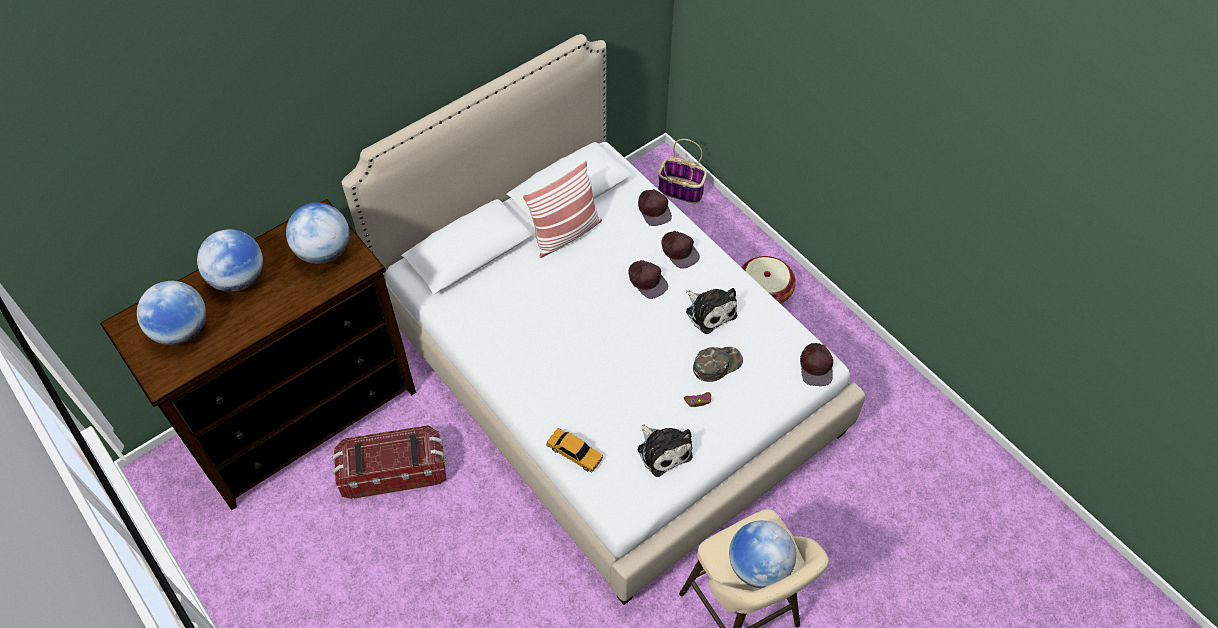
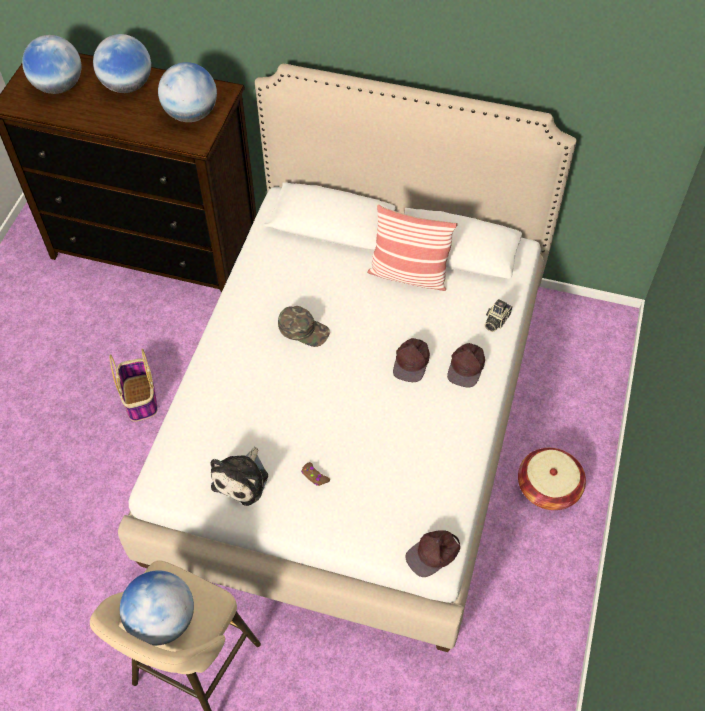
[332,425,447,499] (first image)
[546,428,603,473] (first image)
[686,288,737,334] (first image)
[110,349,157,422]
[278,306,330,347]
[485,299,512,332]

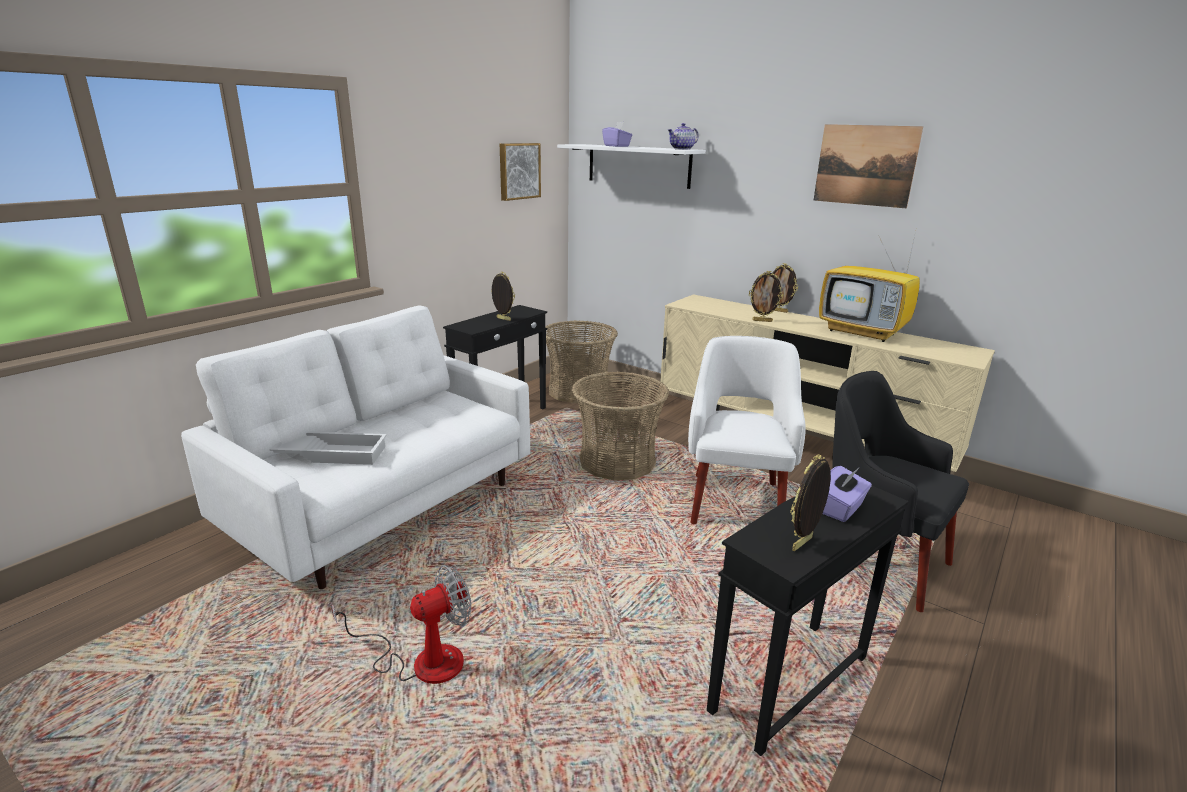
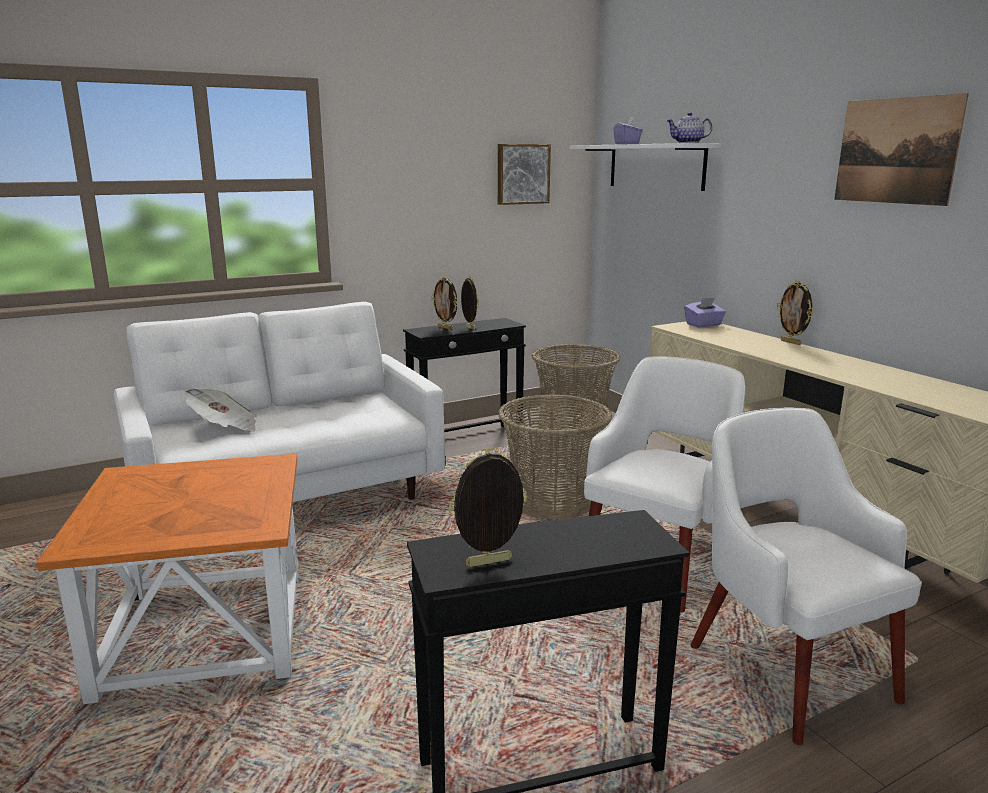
[819,231,920,342] (first image)
[431,276,458,330]
[684,298,726,327]
[185,388,257,432]
[37,454,299,704]
[690,407,922,745]

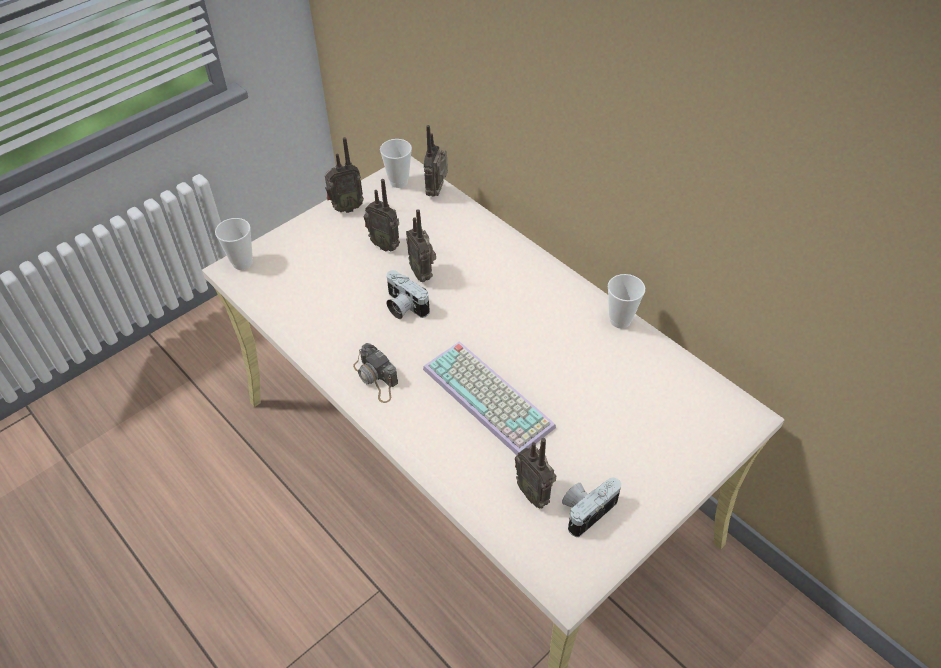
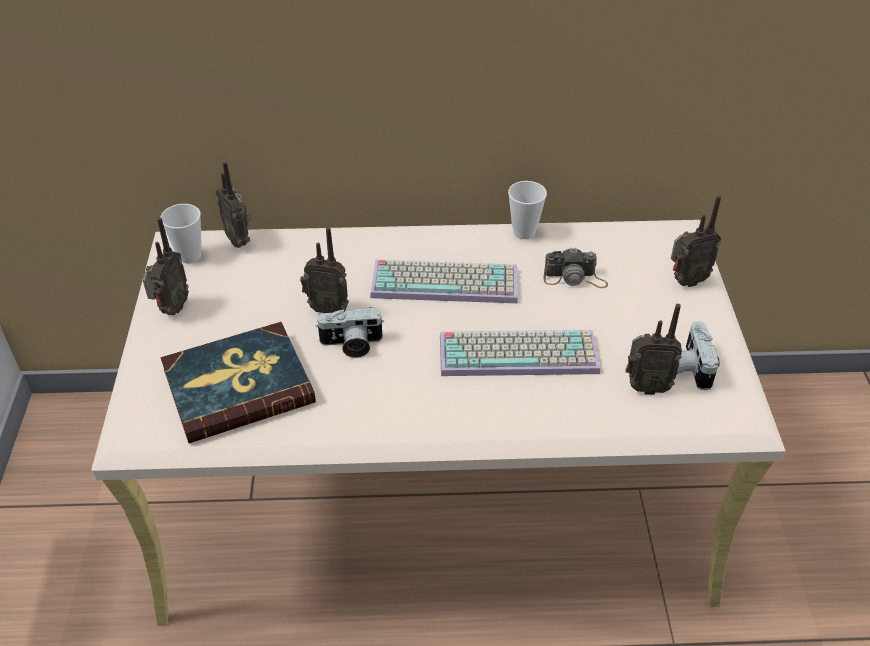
[215,218,253,270] (first image)
[161,322,316,443]
[370,260,518,303]
[544,247,608,288]
[671,195,721,287]

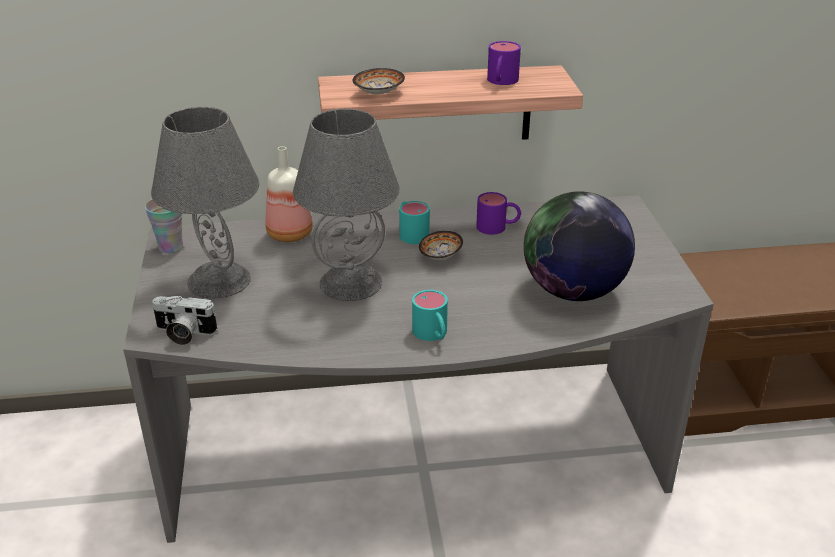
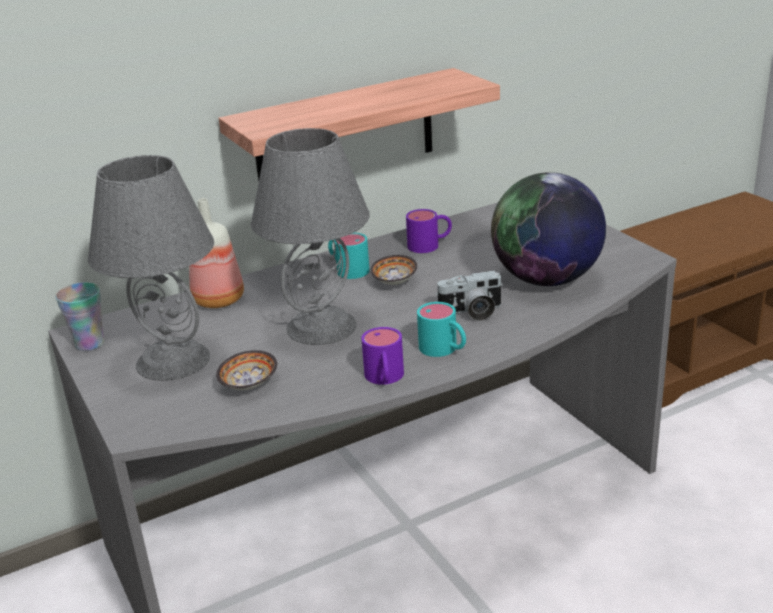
[435,271,503,321]
[216,350,277,390]
[361,327,404,385]

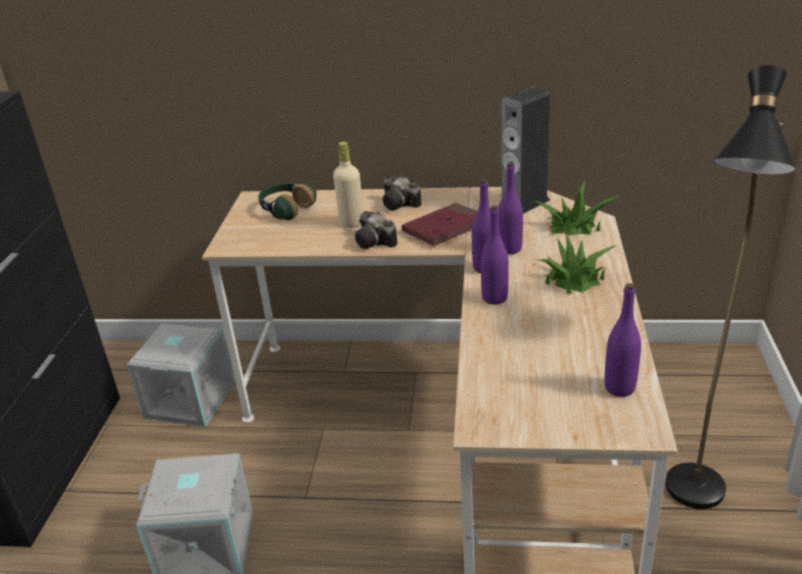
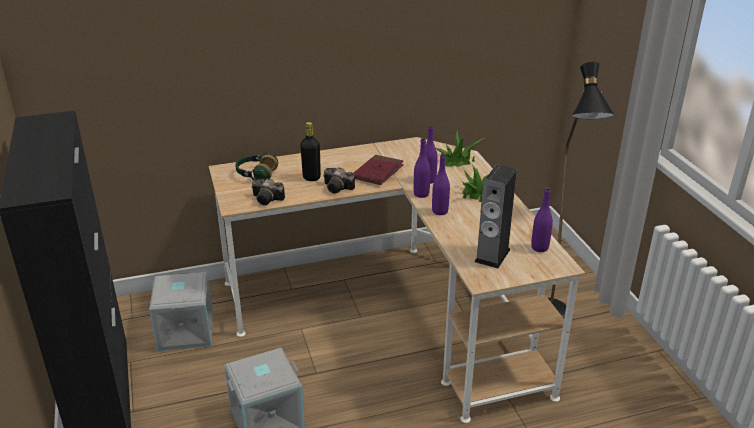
[252,178,285,205]
[474,165,517,269]
[300,122,321,181]

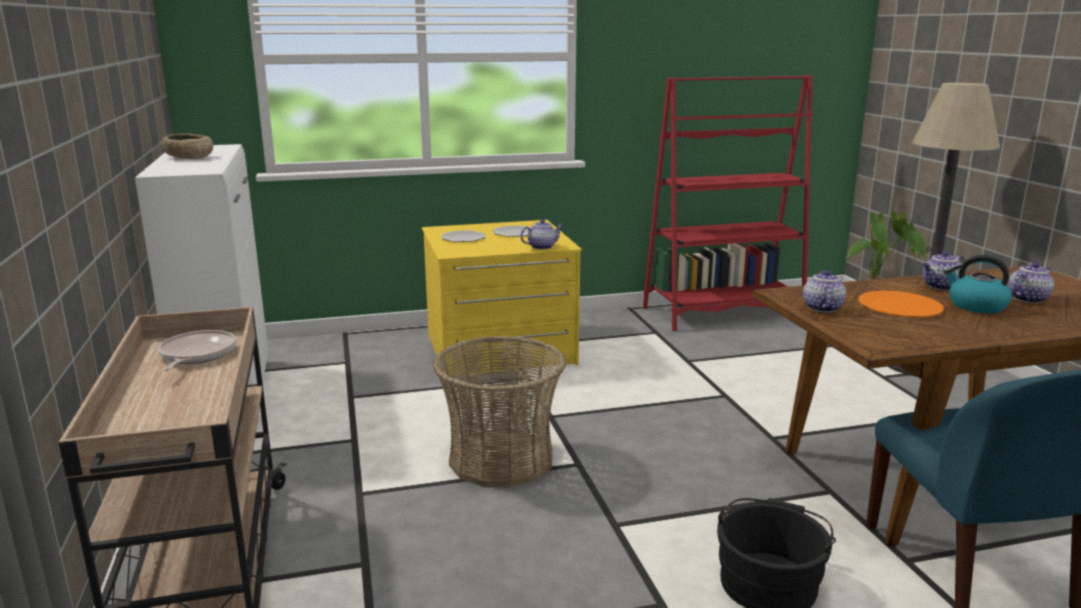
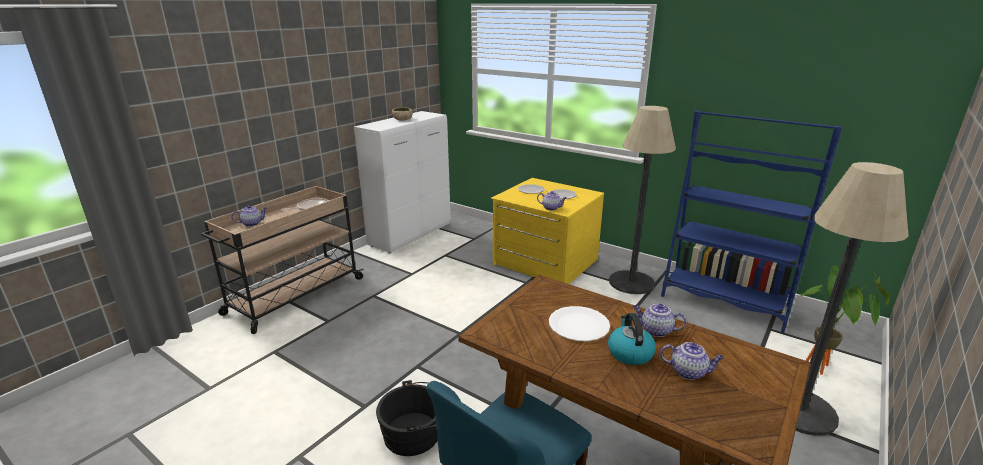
[433,335,566,487] (first image)
[609,106,676,294]
[231,205,267,227]
[661,110,842,334]
[549,306,610,341]

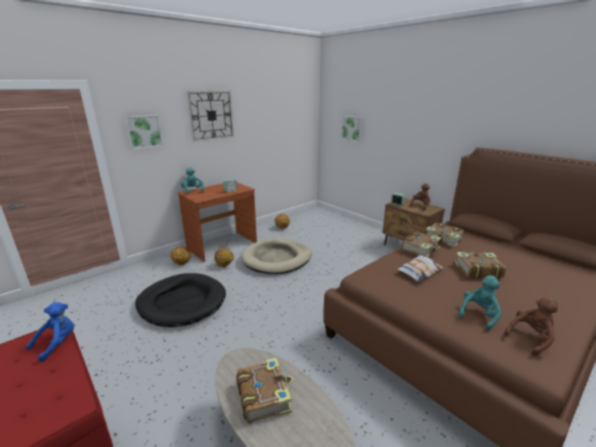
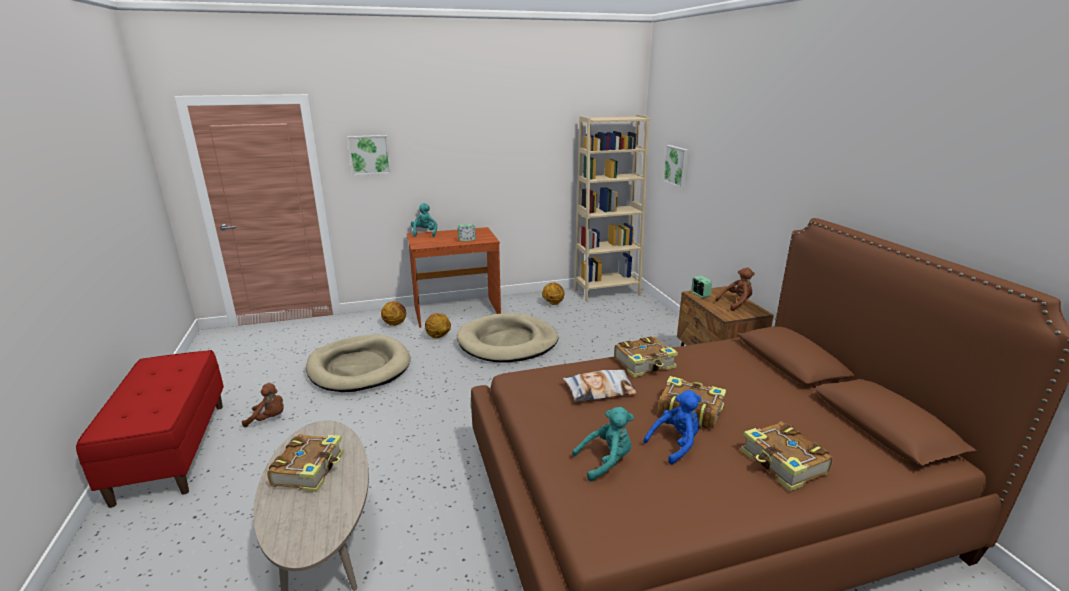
[186,91,234,142] (first image)
[574,115,650,302]
[643,390,702,465]
[741,421,833,491]
[242,383,284,427]
[306,334,411,392]

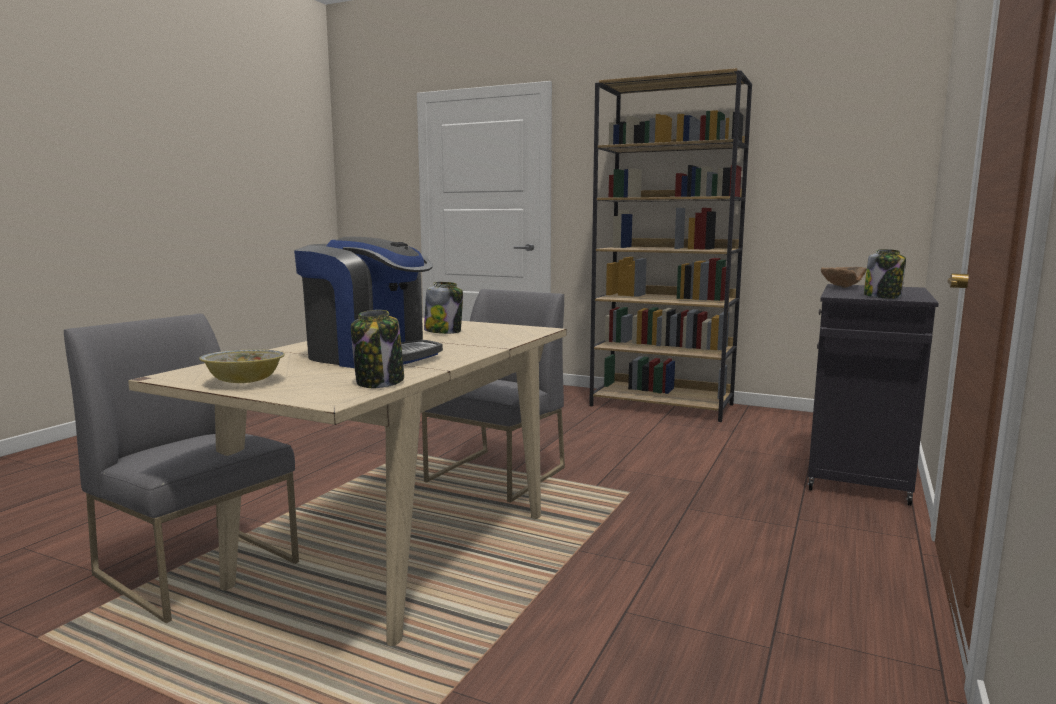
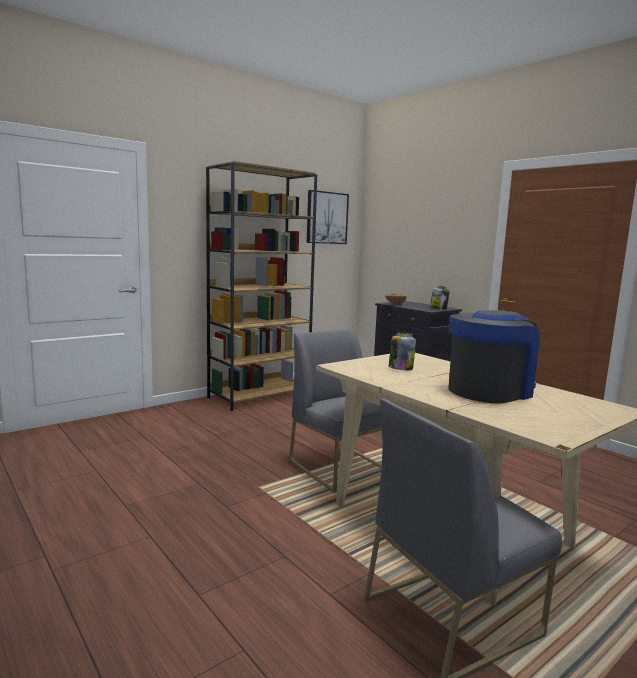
[199,349,285,383] (first image)
[351,310,404,388] (first image)
[307,190,349,244]

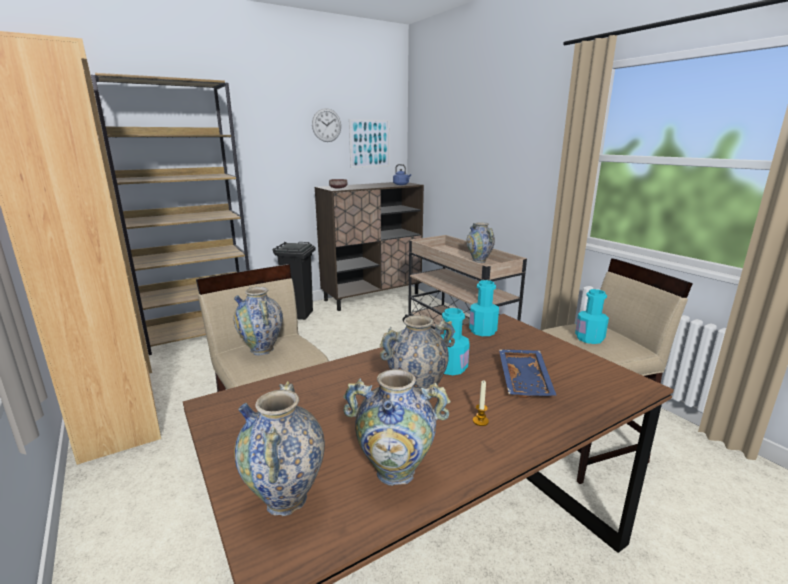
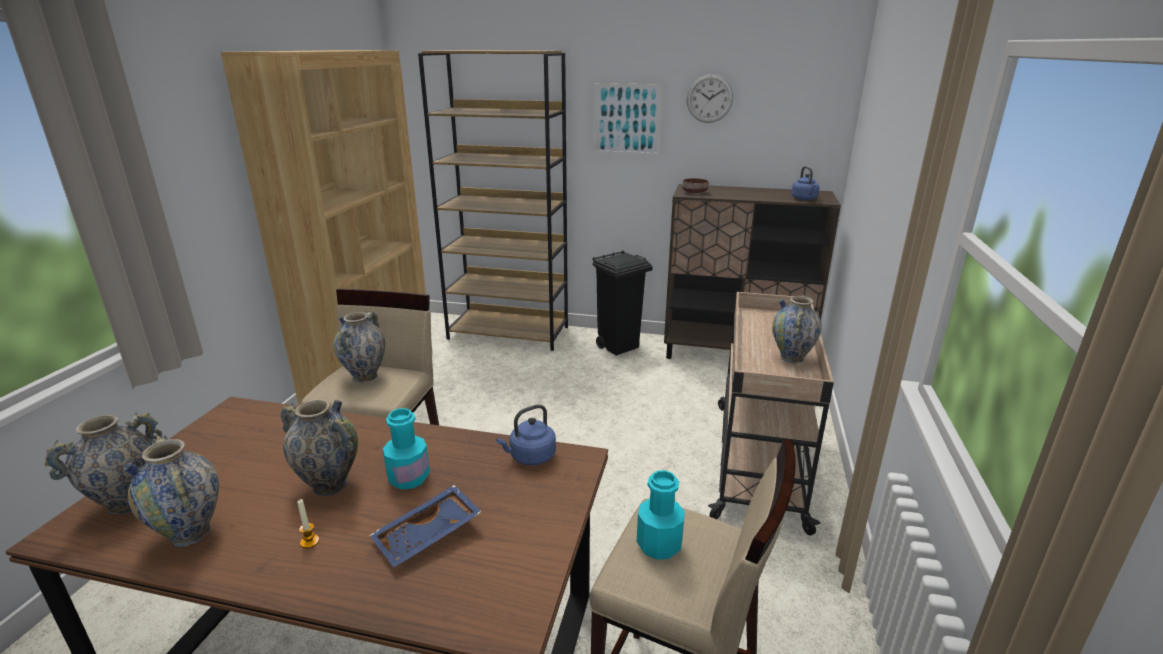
[594,83,662,155]
[496,404,556,465]

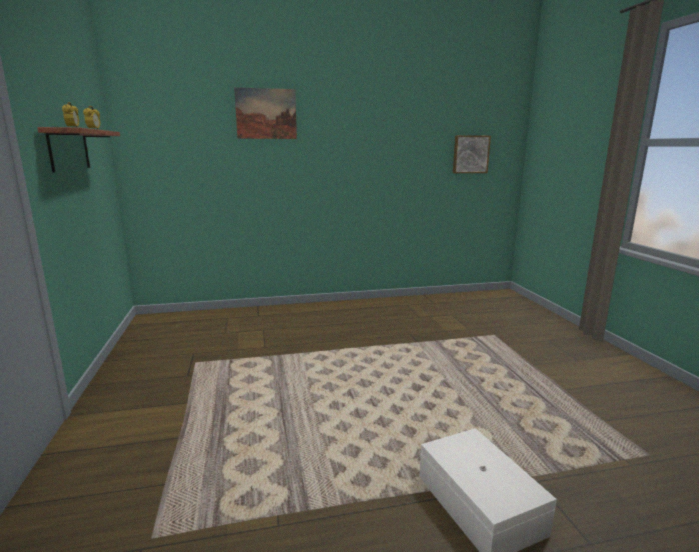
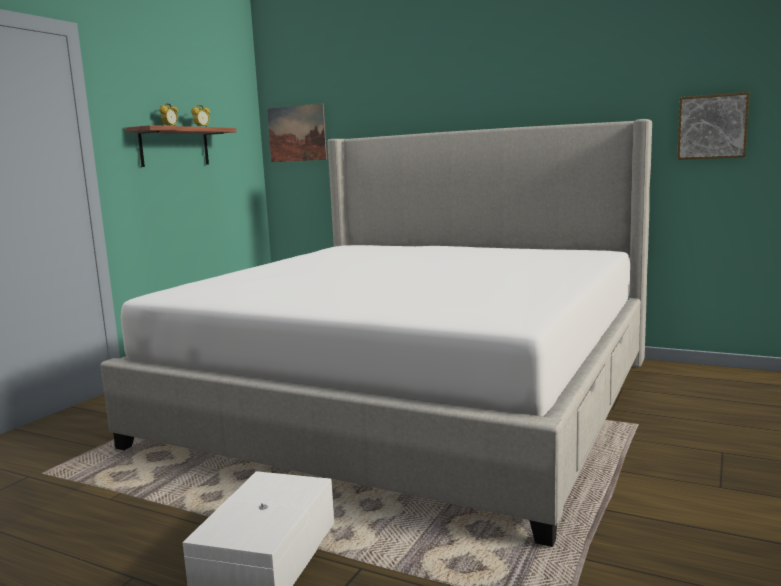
[100,119,652,547]
[267,103,327,162]

